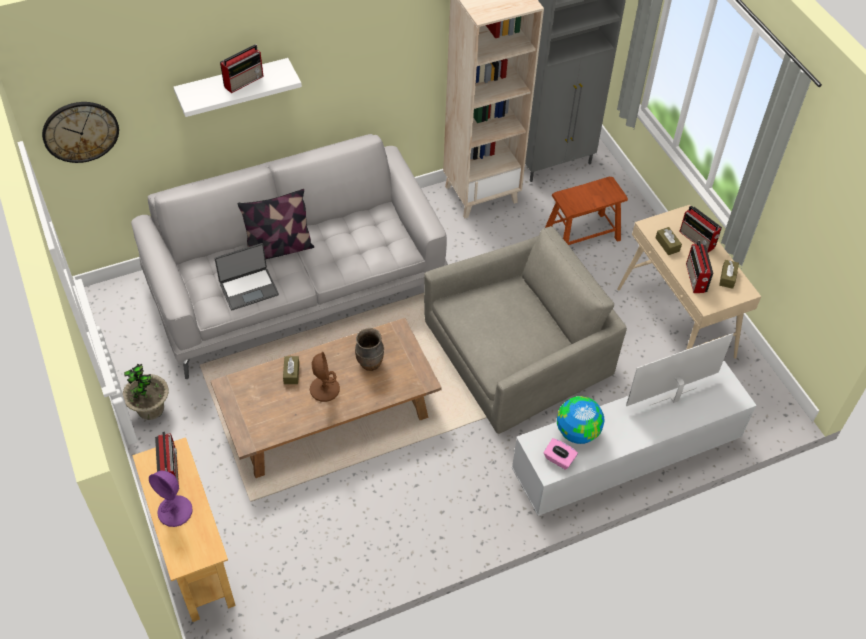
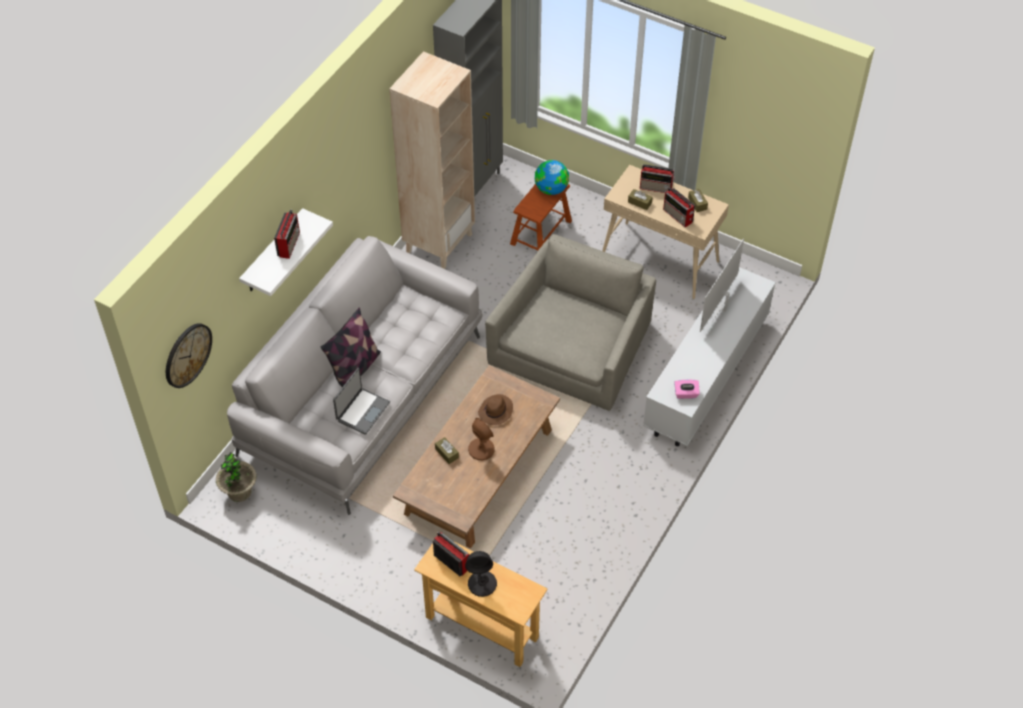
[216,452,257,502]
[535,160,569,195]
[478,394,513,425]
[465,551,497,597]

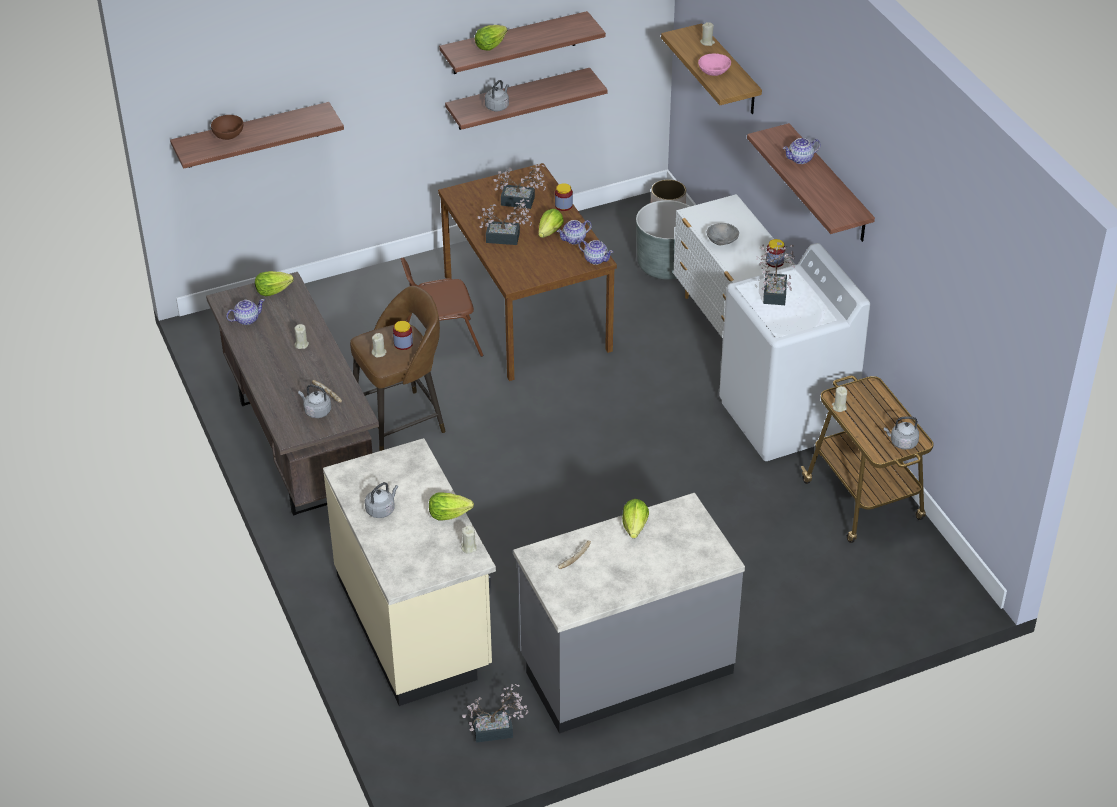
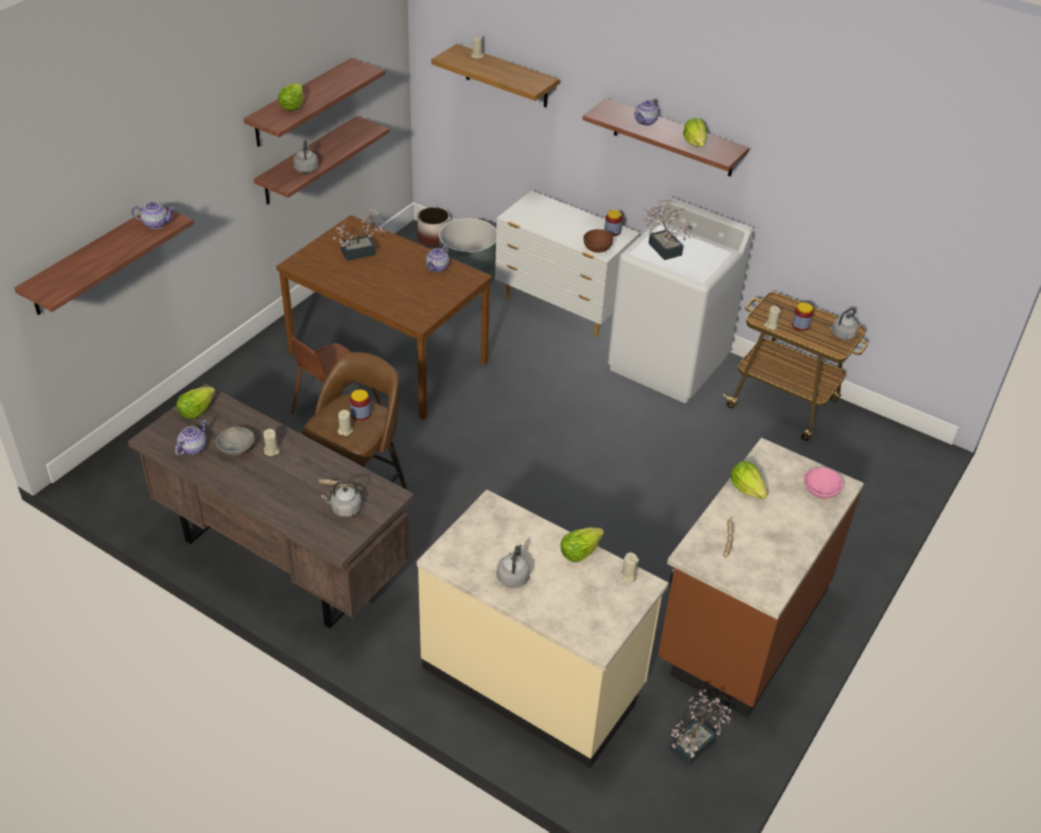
[478,198,532,245] (first image)
[583,229,613,253]
[683,118,707,147]
[792,302,814,331]
[132,202,175,229]
[804,467,844,499]
[216,427,255,456]
[658,438,864,717]

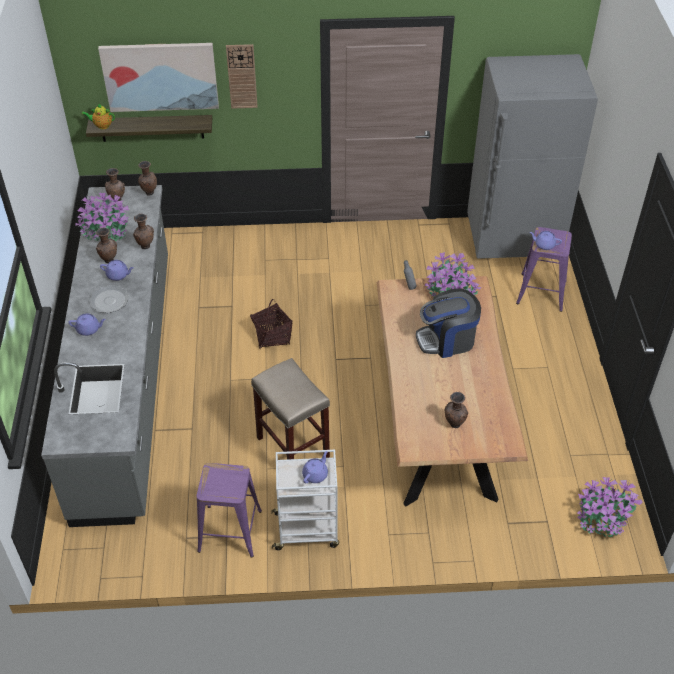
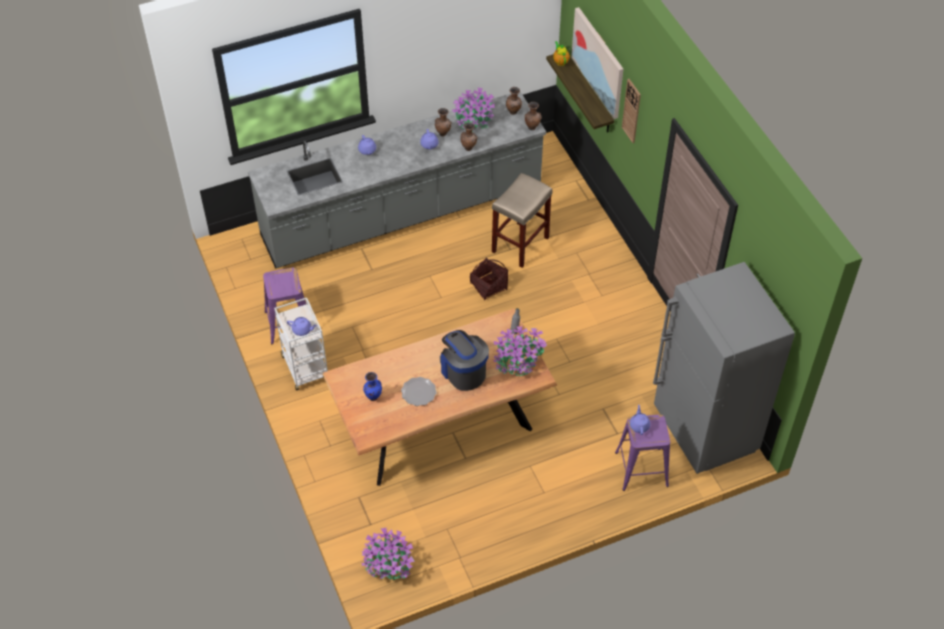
[401,377,437,406]
[492,173,552,268]
[363,372,382,401]

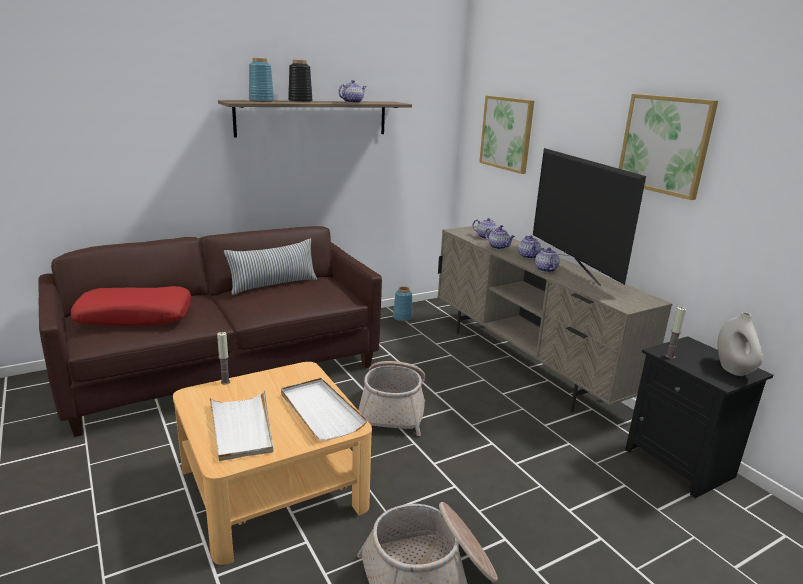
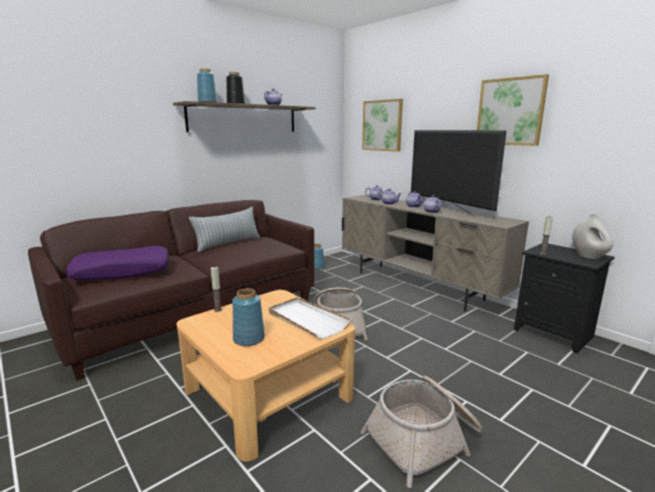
[232,288,265,346]
[66,246,169,280]

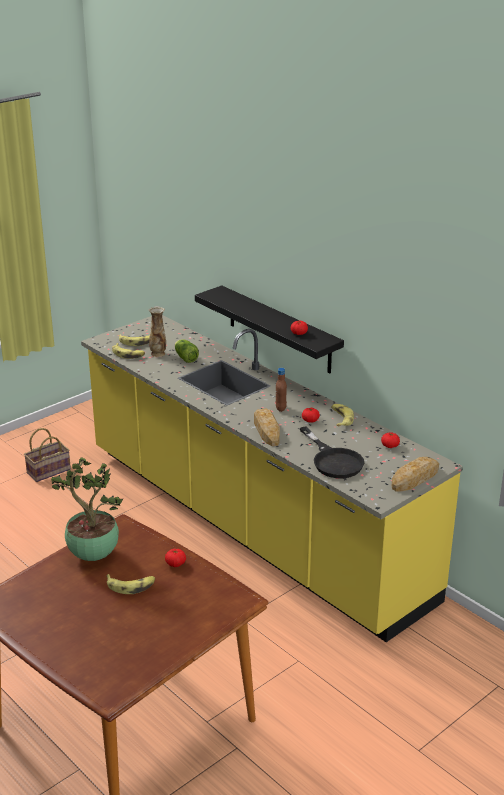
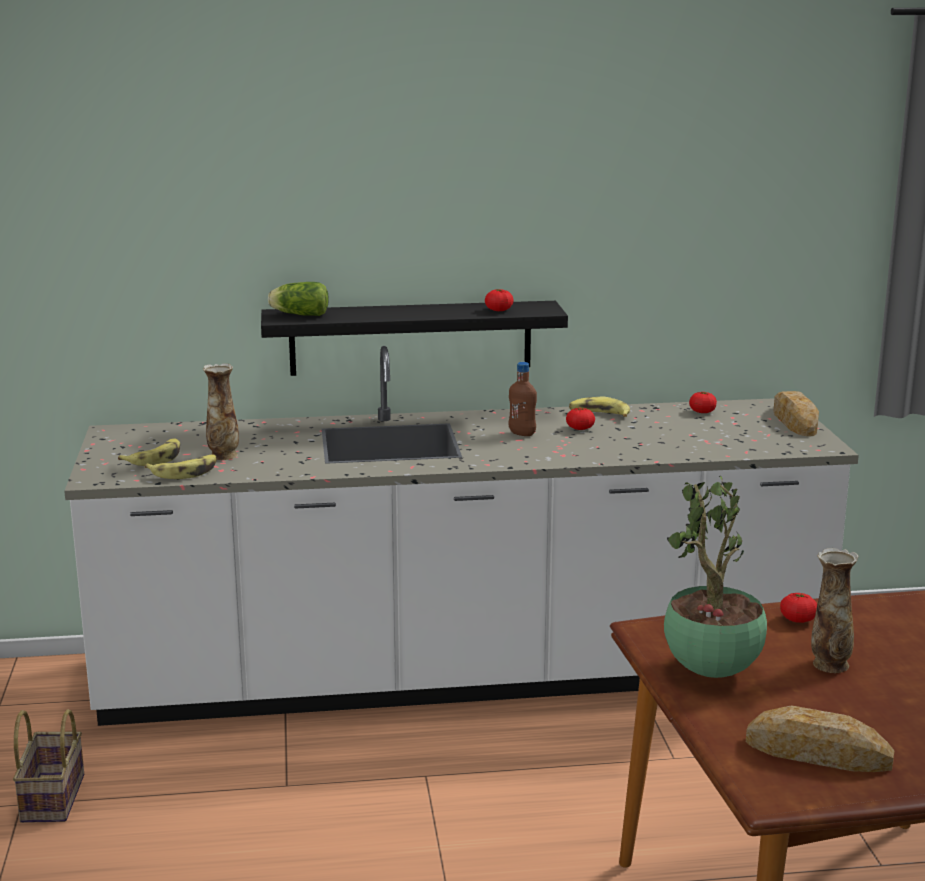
[300,426,364,478] (first image)
[268,282,329,316]
[746,705,895,772]
[811,548,858,673]
[64,346,859,726]

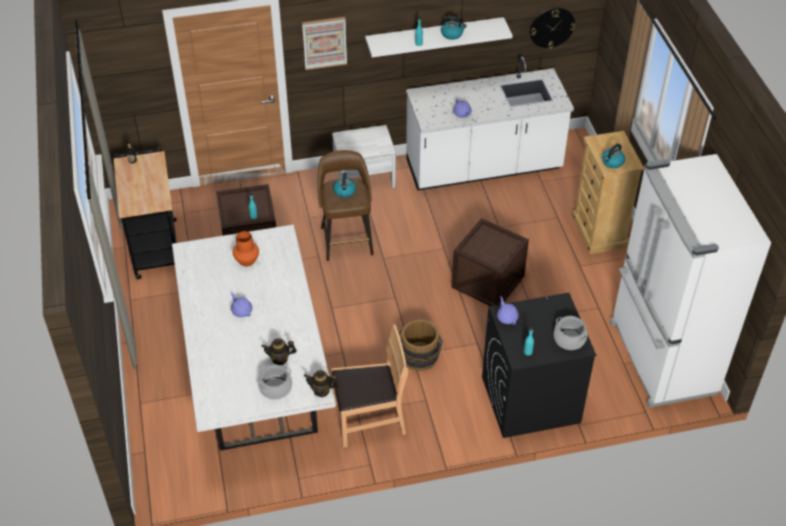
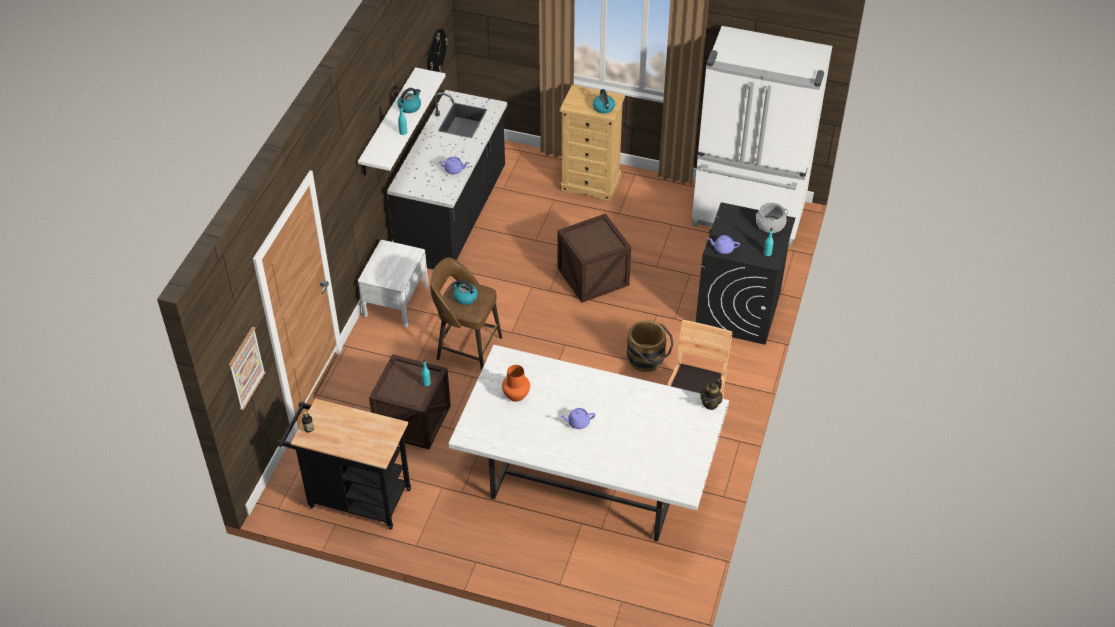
[258,365,292,400] (first image)
[262,338,297,365] (first image)
[229,327,266,410]
[387,90,507,270]

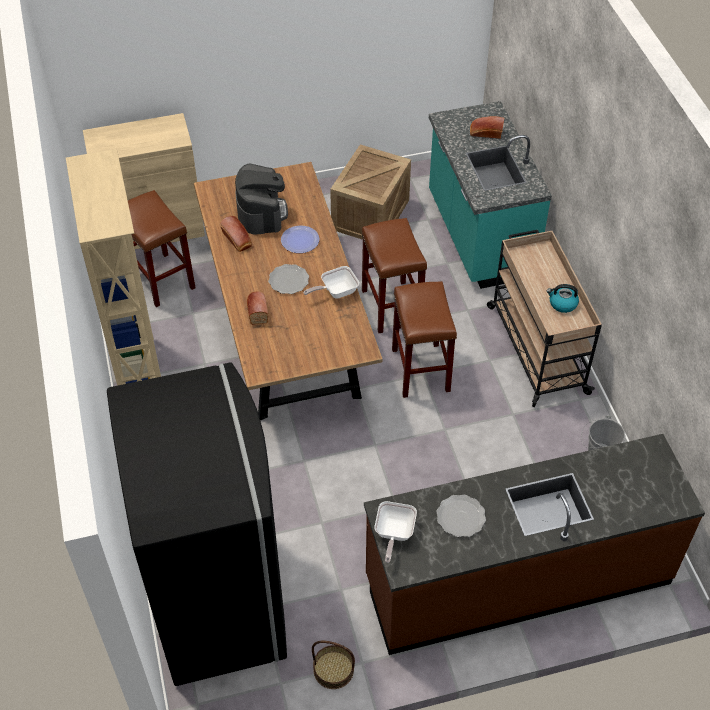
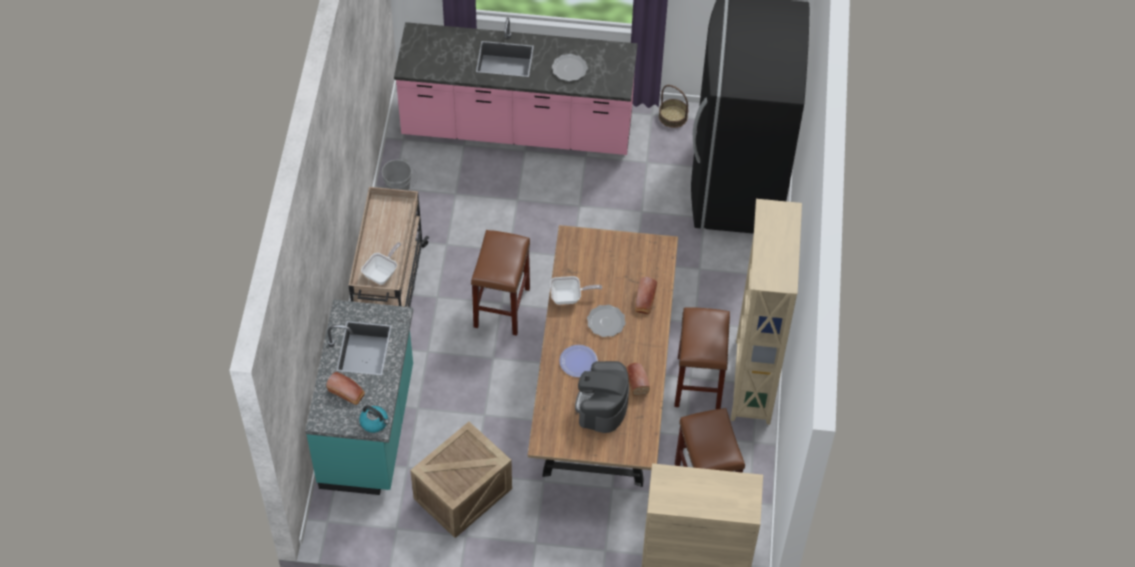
[674,307,730,409]
[361,242,401,285]
[359,405,389,433]
[394,18,638,155]

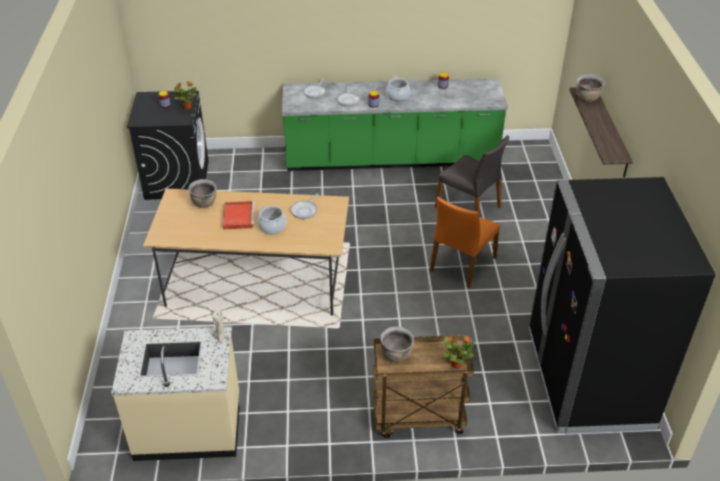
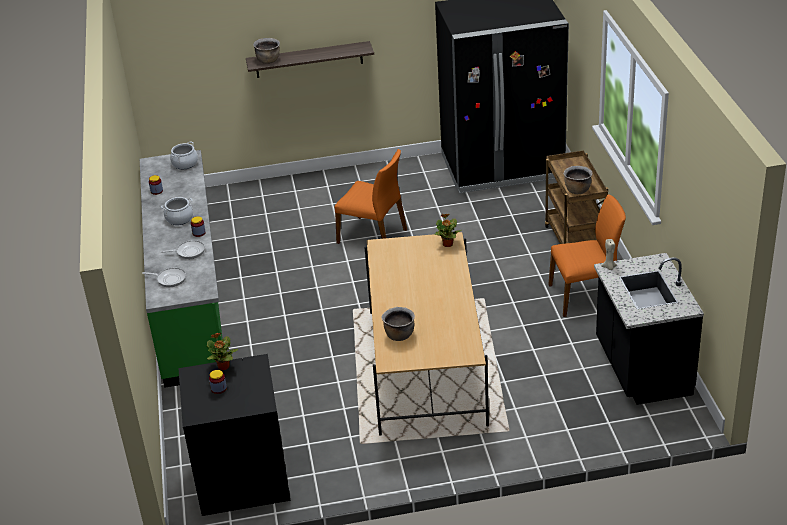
[222,201,255,229] (first image)
[291,193,319,219] (first image)
[435,135,509,217] (first image)
[548,194,626,317]
[170,141,198,169]
[434,214,462,247]
[594,253,704,405]

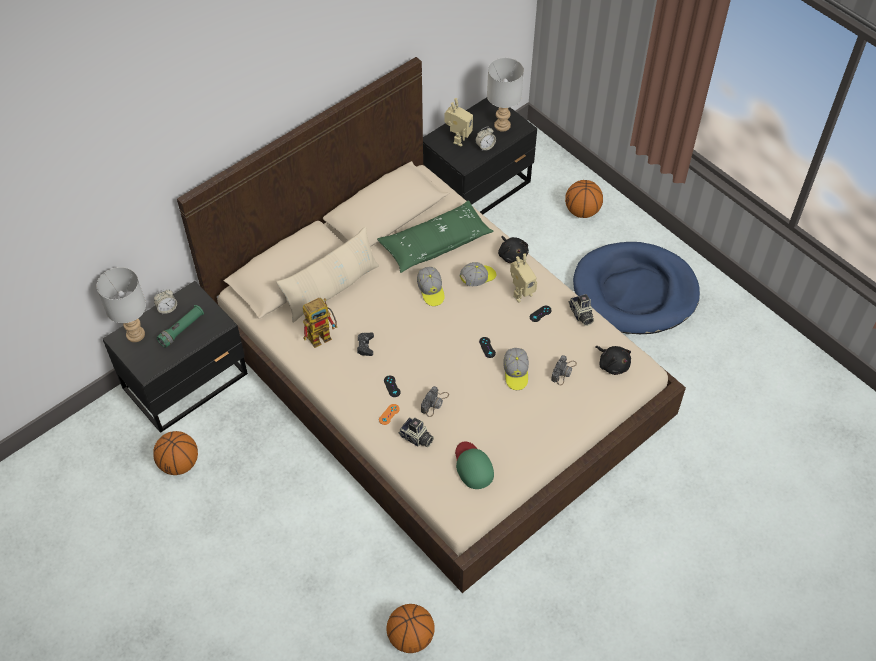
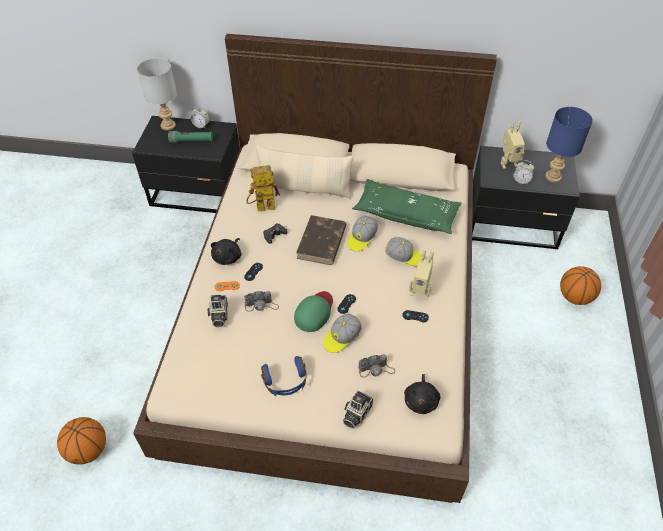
[153,431,198,475] (first image)
[573,242,700,334] (first image)
[261,356,306,396]
[296,215,347,265]
[294,291,333,332]
[211,238,241,265]
[343,391,373,429]
[545,107,593,183]
[247,165,280,212]

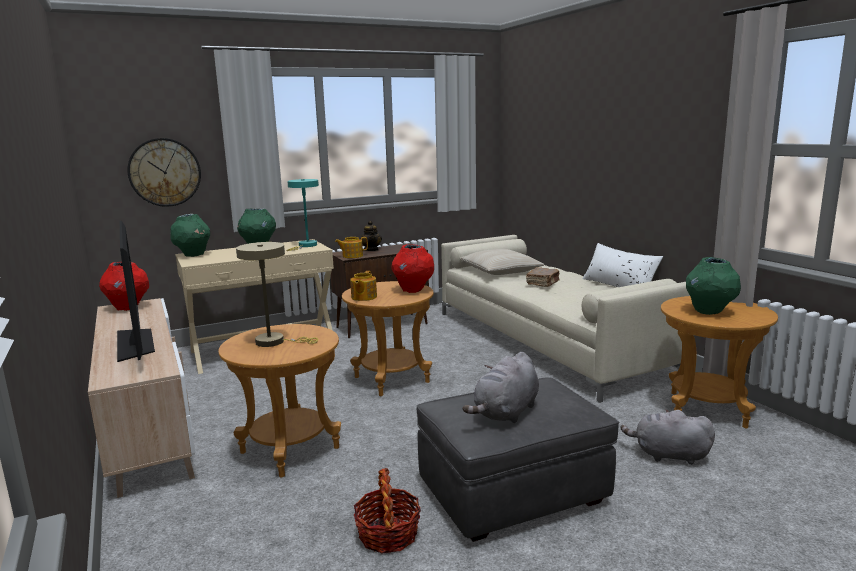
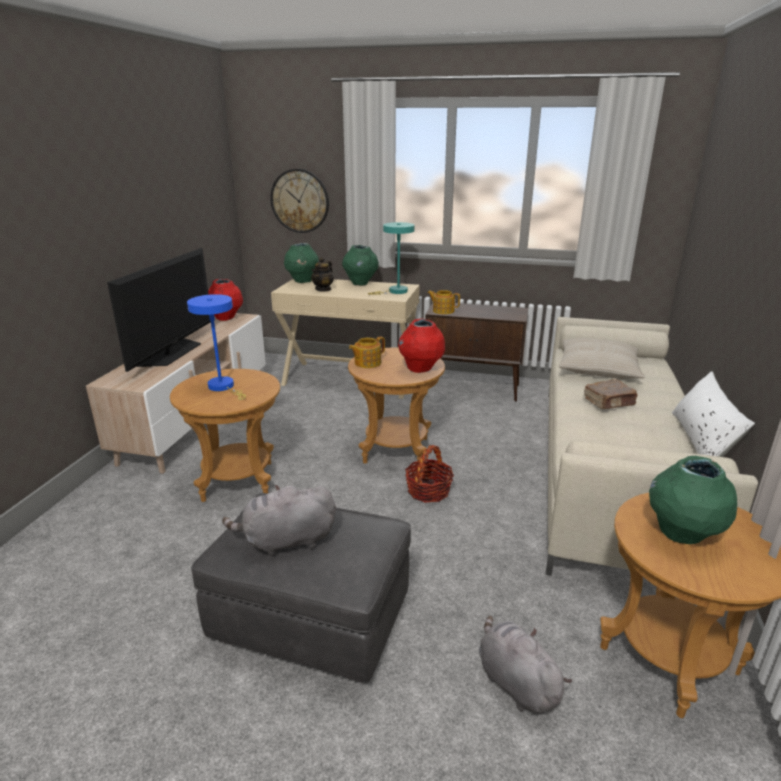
[405,445,454,503]
[311,257,334,292]
[187,294,246,400]

